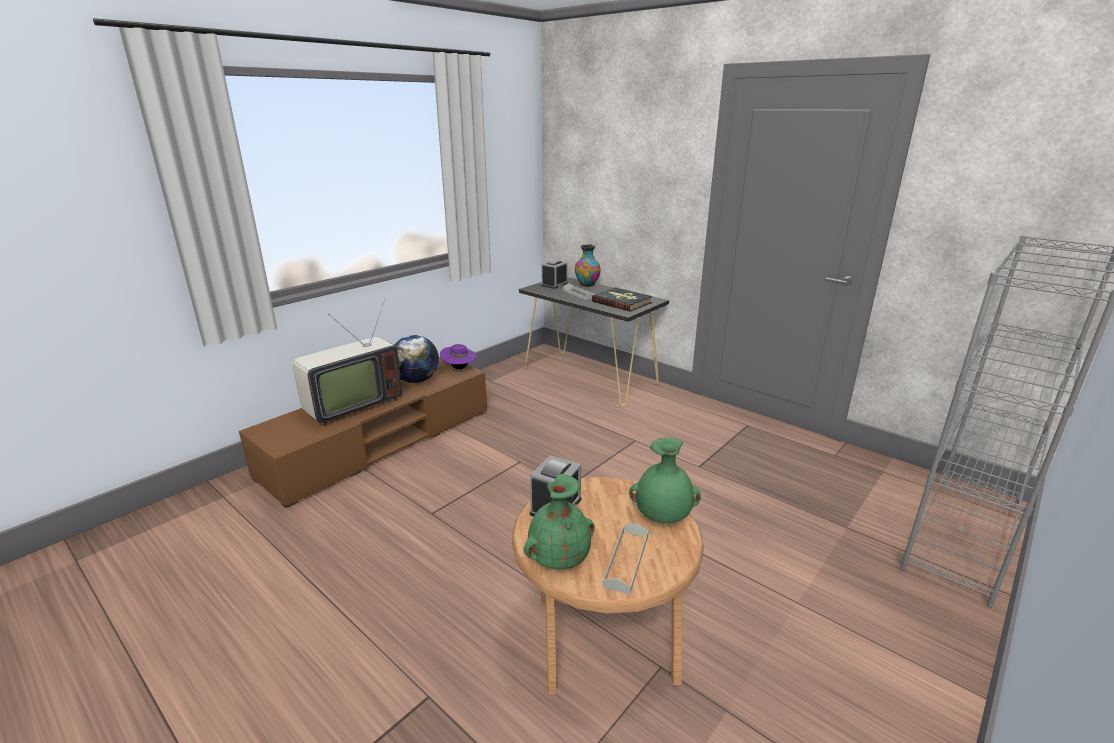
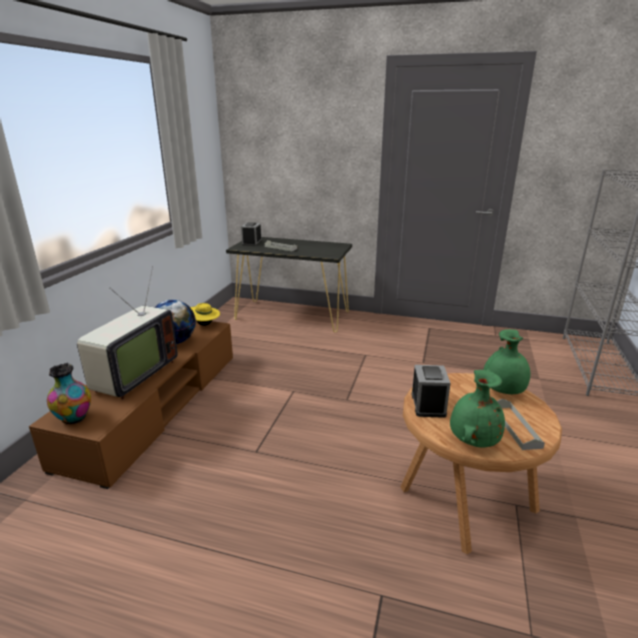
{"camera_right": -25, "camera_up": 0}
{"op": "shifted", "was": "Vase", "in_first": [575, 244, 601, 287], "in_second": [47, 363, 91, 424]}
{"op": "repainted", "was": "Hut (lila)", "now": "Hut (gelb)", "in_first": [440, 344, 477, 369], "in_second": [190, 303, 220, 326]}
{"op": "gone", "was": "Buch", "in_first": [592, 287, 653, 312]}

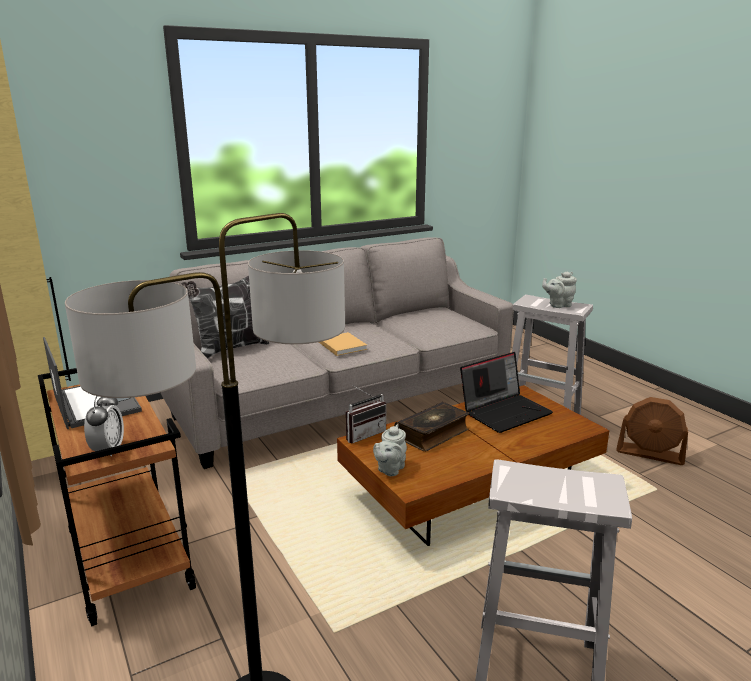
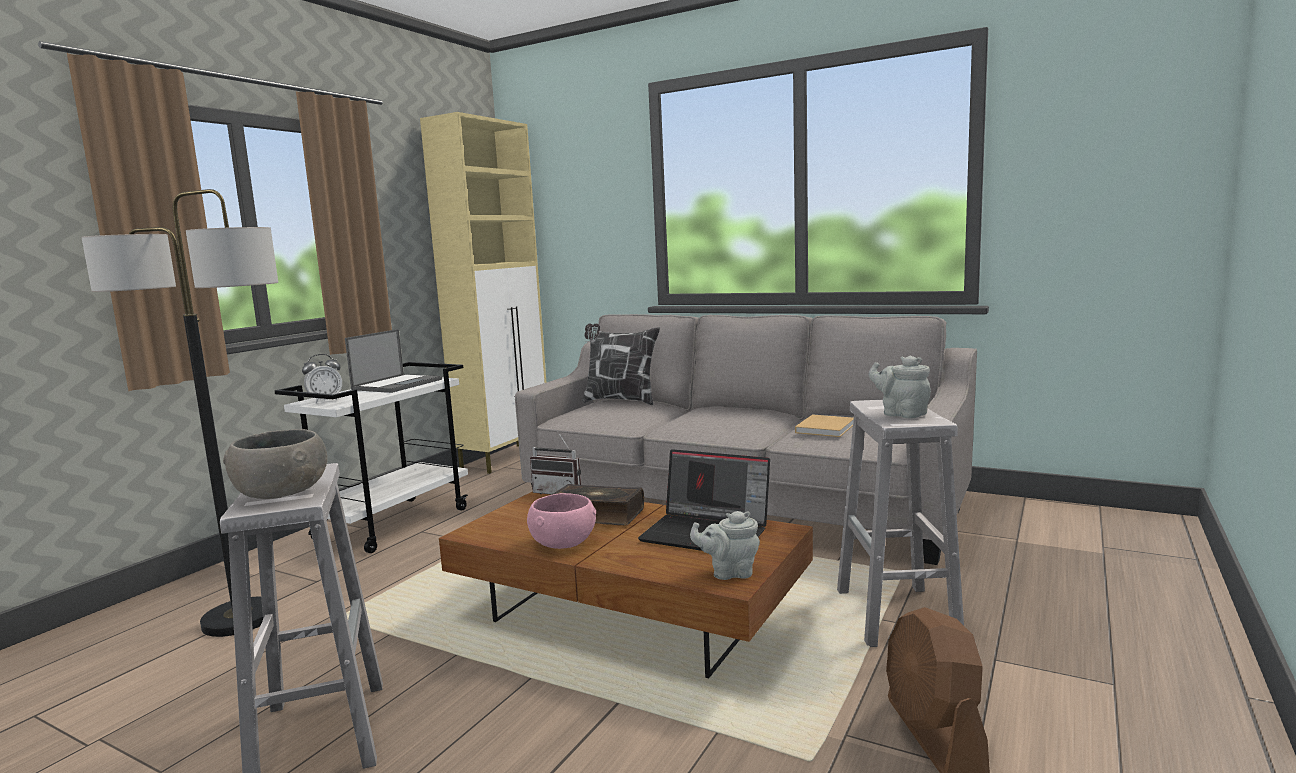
{"camera_right": 60, "camera_up": -10}
{"op": "new", "now": "Schüssel (grau)", "in_second": [223, 429, 327, 499]}
{"op": "repainted", "was": "Rollwagen (braun)", "now": "Rollwagen (weiß)", "in_first": [38, 368, 196, 627], "in_second": [275, 362, 468, 553]}
{"op": "new", "now": "Schüssel (rosa)", "in_second": [527, 493, 596, 549]}
{"op": "shifted", "was": "Teekanne (grau)", "in_first": [373, 424, 407, 476], "in_second": [690, 511, 760, 580]}
{"op": "shifted", "was": "Buch (beige)", "in_first": [319, 332, 367, 356], "in_second": [795, 414, 854, 437]}

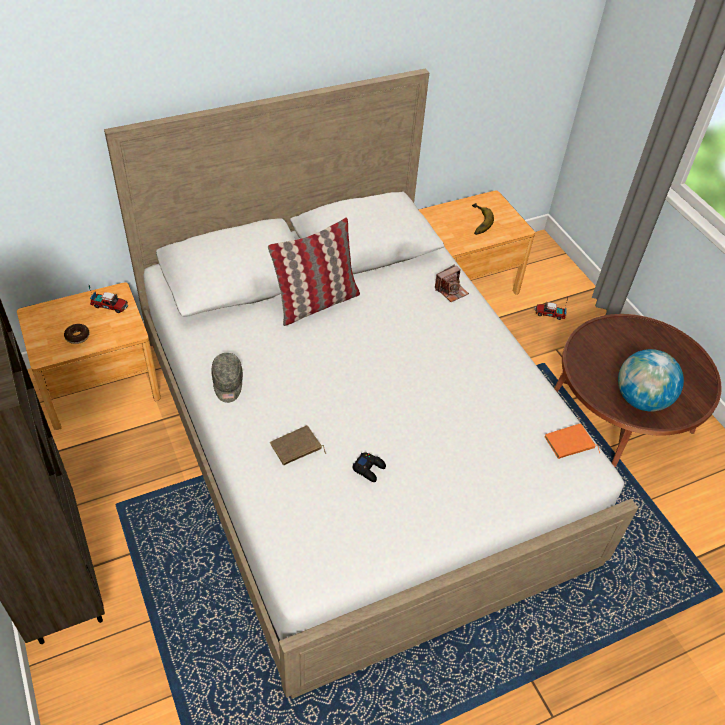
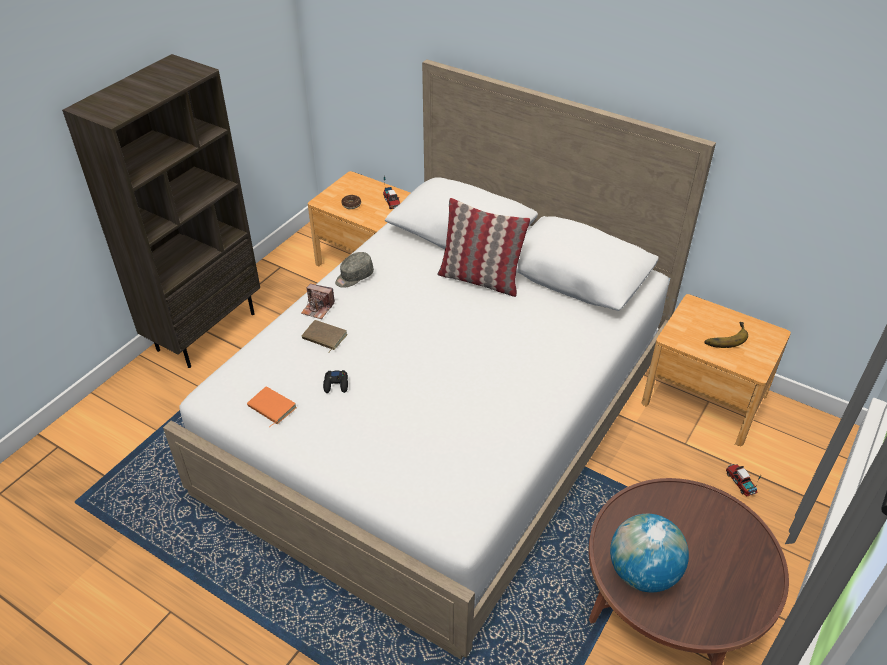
{"camera_right": 60, "camera_up": -5}
{"op": "shifted", "was": "Buch (orange)", "in_first": [544, 423, 600, 459], "in_second": [247, 387, 297, 428]}
{"op": "shifted", "was": "Kamera", "in_first": [435, 264, 469, 302], "in_second": [301, 284, 335, 319]}

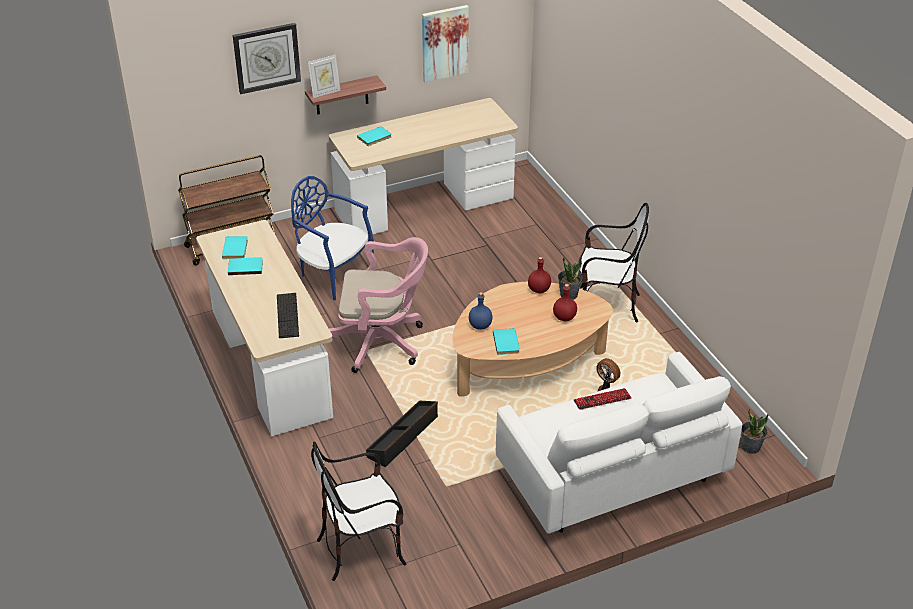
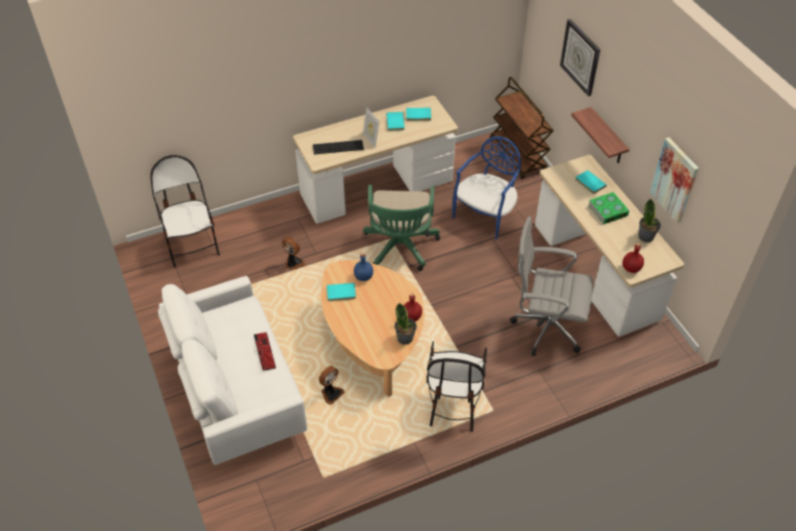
{"camera_right": 90, "camera_up": 10}
{"op": "swapped", "was": "Aufbewahrungsbox (schwarz)", "now": "Ventilator", "in_first": [366, 401, 438, 467], "in_second": [282, 237, 306, 270]}
{"op": "shifted", "was": "Bilderrahmen", "in_first": [308, 55, 340, 98], "in_second": [363, 108, 379, 148]}
{"op": "repainted", "was": "Bürostuhl (rosa)", "now": "Bürostuhl (grün)", "in_first": [329, 237, 428, 373], "in_second": [363, 185, 440, 271]}
{"op": "new", "now": "Bürostuhl (grau)", "in_second": [510, 216, 593, 356]}
{"op": "new", "now": "Buch", "in_second": [588, 192, 629, 224]}
{"op": "shifted", "was": "Flasche (rot)", "in_first": [553, 284, 577, 321], "in_second": [623, 243, 644, 273]}
{"op": "shifted", "was": "Topfpflanze", "in_first": [741, 409, 769, 454], "in_second": [639, 198, 661, 242]}

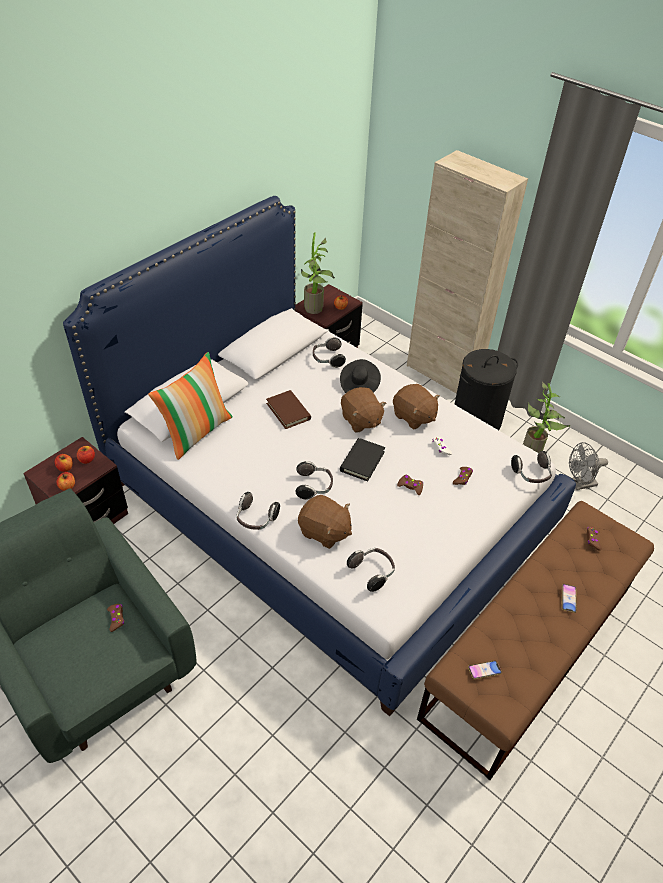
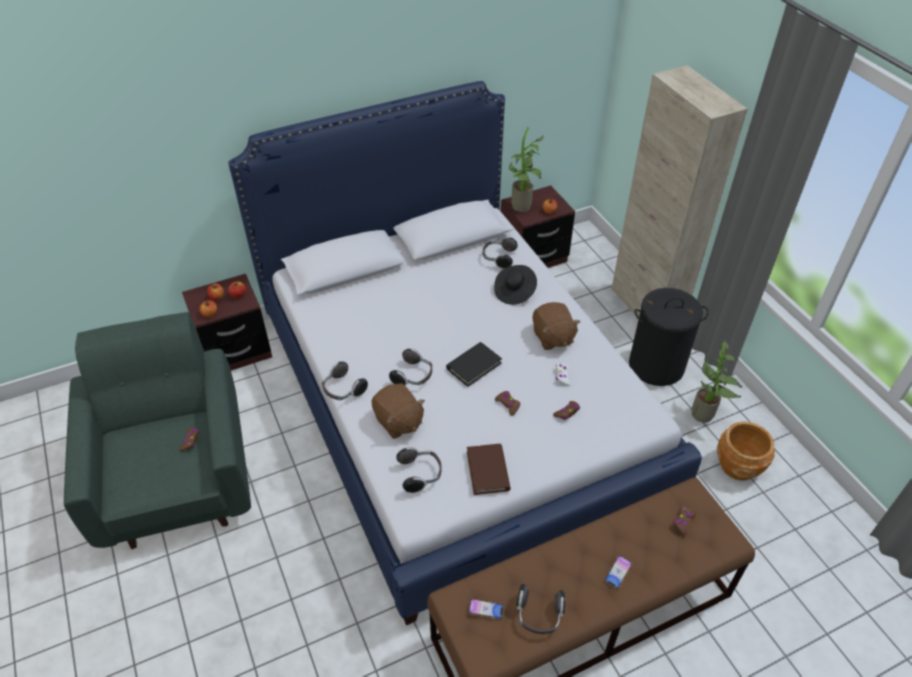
{"camera_right": 25, "camera_up": 0}
{"op": "shifted", "was": "Buch (braun)", "in_first": [266, 390, 311, 429], "in_second": [467, 444, 510, 495]}
{"op": "shifted", "was": "Kopfhörer", "in_first": [511, 451, 552, 483], "in_second": [517, 584, 565, 634]}
{"op": "swapped", "was": "Ventilator (grau)", "now": "Pflanzkübel (braun)", "in_first": [569, 442, 608, 490], "in_second": [717, 422, 775, 481]}
{"op": "gone", "was": "Kissen", "in_first": [148, 352, 233, 460]}
{"op": "gone", "was": "Plüschtier (braun)", "in_first": [341, 387, 386, 433]}

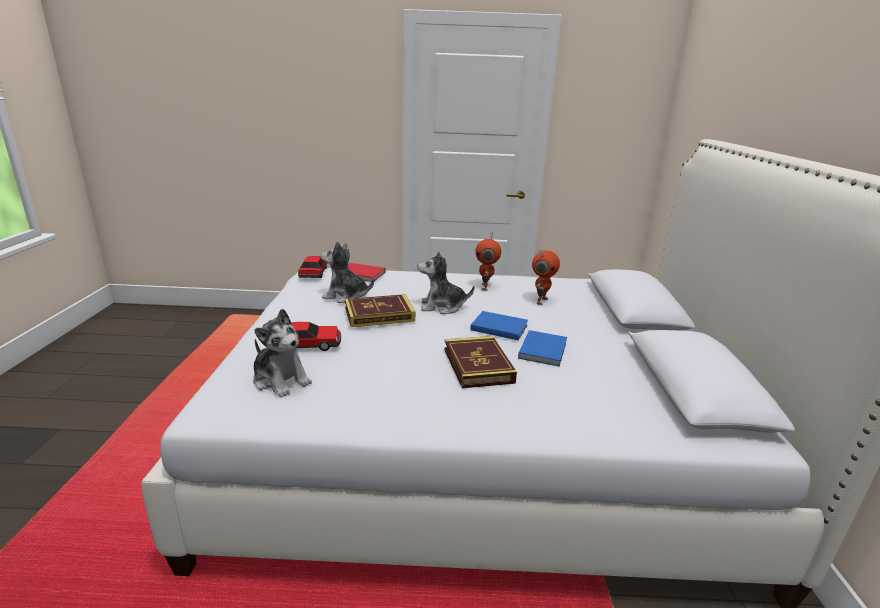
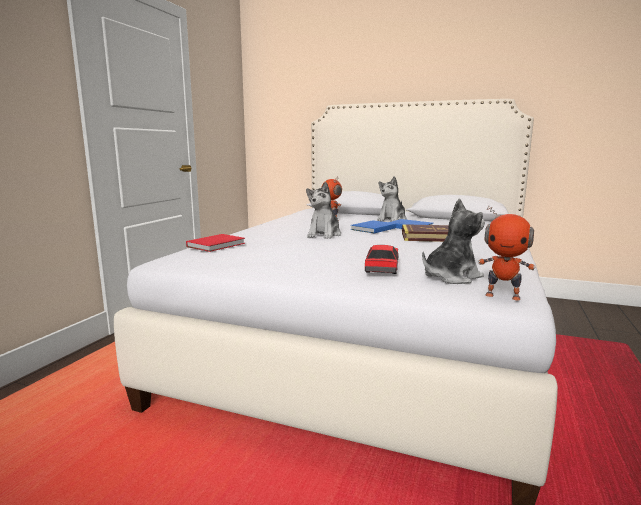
{"camera_right": -70, "camera_up": -10}
{"op": "shifted", "was": "Plüschtier", "in_first": [321, 241, 374, 303], "in_second": [377, 176, 406, 222]}
{"op": "shifted", "was": "Spielzeugroboter", "in_first": [475, 233, 501, 291], "in_second": [478, 206, 536, 301]}
{"op": "gone", "was": "Spielzeugauto", "in_first": [298, 256, 327, 278]}
{"op": "gone", "was": "Buch", "in_first": [345, 294, 415, 327]}

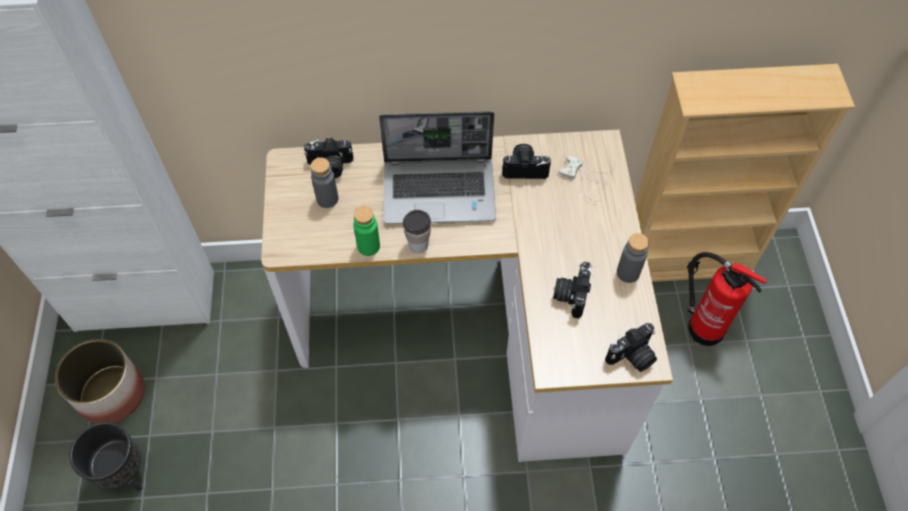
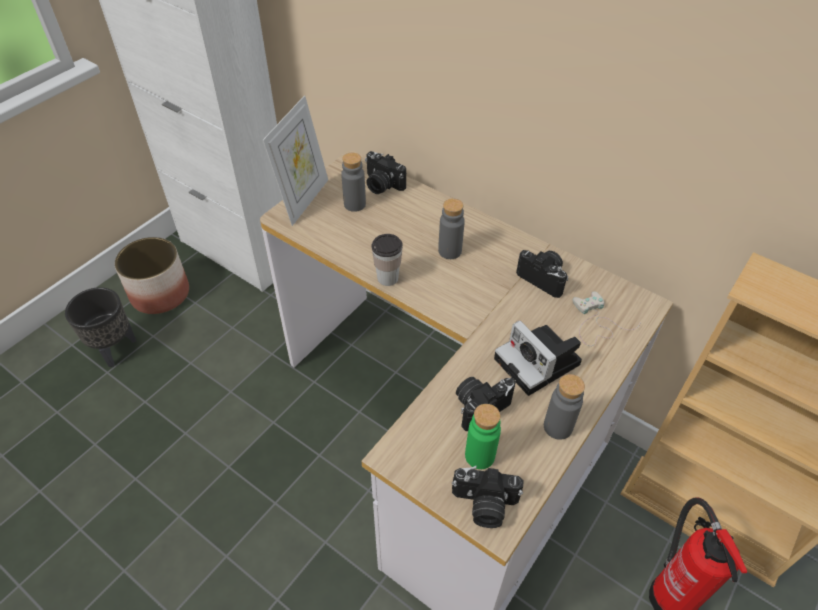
{"camera_right": 40, "camera_up": -10}
{"op": "new", "now": "Bilderrahmen", "in_second": [263, 95, 328, 226]}
{"op": "swapped", "was": "Laptop", "now": "Flasche (grau)", "in_first": [379, 111, 496, 224], "in_second": [438, 198, 465, 259]}
{"op": "shifted", "was": "Flasche (grün)", "in_first": [353, 206, 380, 256], "in_second": [465, 404, 501, 469]}
{"op": "new", "now": "Kamera", "in_second": [494, 320, 582, 396]}

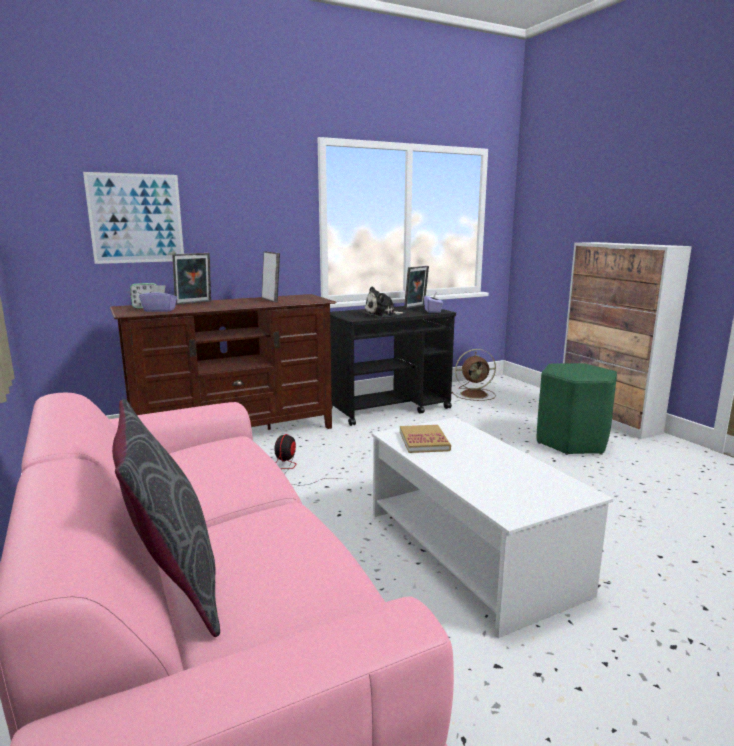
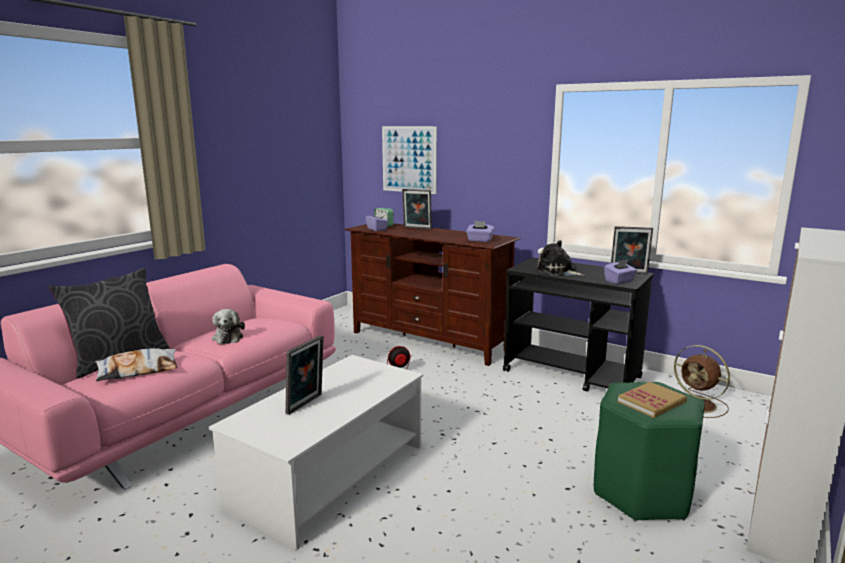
{"camera_right": 60, "camera_up": 0}
{"op": "new", "now": "Kissen", "in_second": [96, 348, 178, 381]}
{"op": "new", "now": "Plüschtier", "in_second": [212, 309, 245, 344]}
{"op": "shifted", "was": "Bilderrahmen", "in_first": [262, 251, 280, 302], "in_second": [285, 335, 324, 415]}
{"op": "new", "now": "Taschentuchbox (lila)", "in_second": [466, 221, 494, 242]}
{"op": "shifted", "was": "Buch", "in_first": [400, 425, 451, 453], "in_second": [618, 382, 687, 418]}

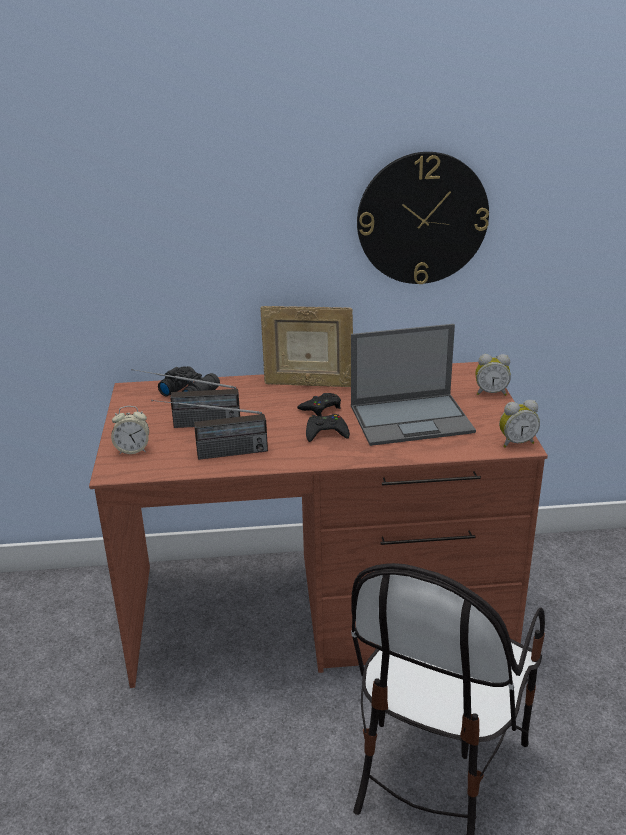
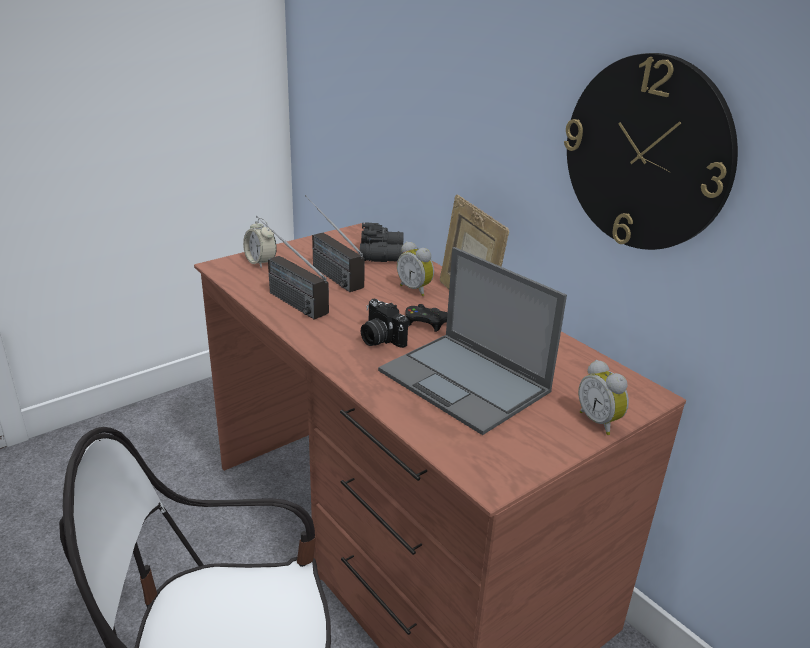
{"camera_right": 55, "camera_up": 0}
{"op": "swapped", "was": "Gamepad (schwarz)", "now": "Kamera", "in_first": [306, 414, 350, 442], "in_second": [361, 299, 408, 348]}
{"op": "shifted", "was": "Wecker", "in_first": [499, 400, 540, 447], "in_second": [397, 241, 434, 296]}

